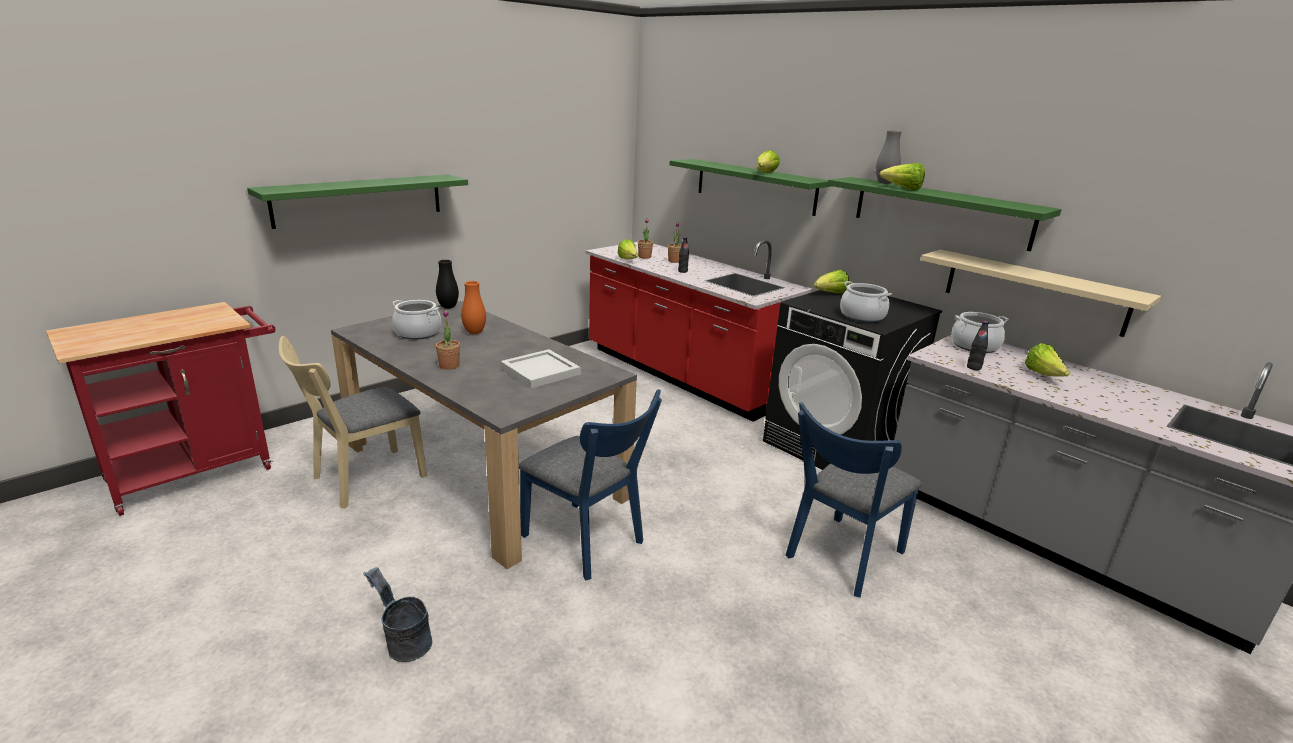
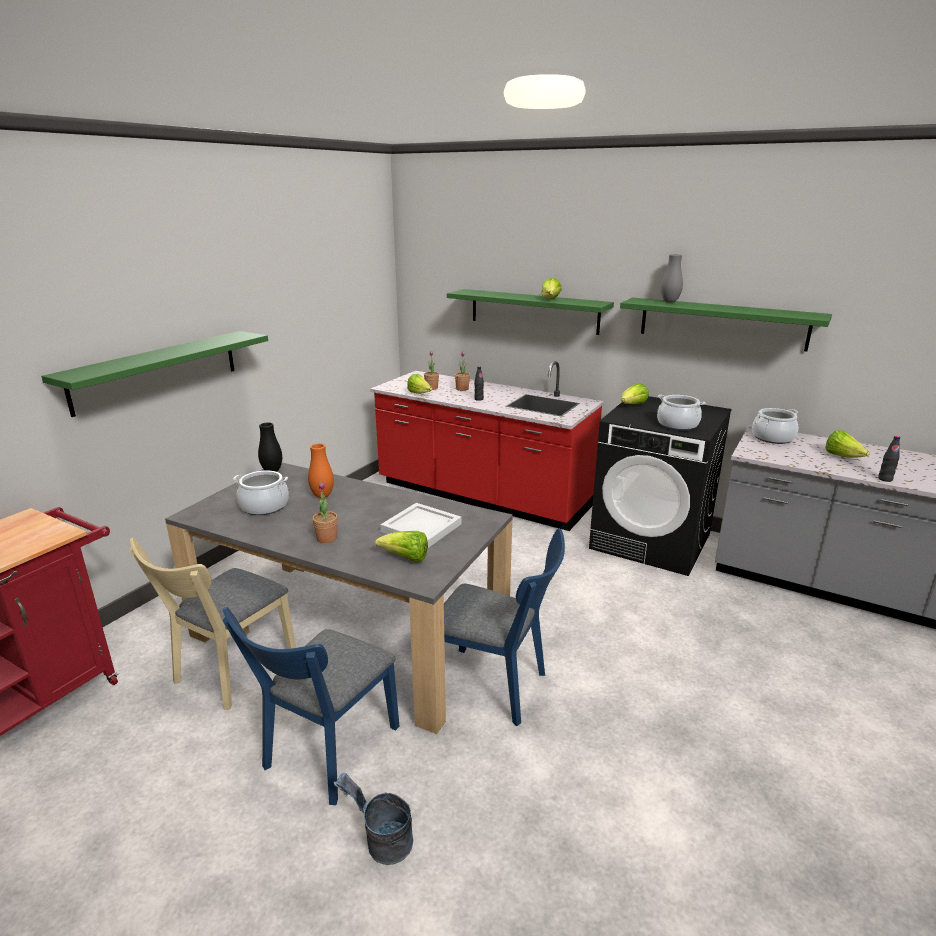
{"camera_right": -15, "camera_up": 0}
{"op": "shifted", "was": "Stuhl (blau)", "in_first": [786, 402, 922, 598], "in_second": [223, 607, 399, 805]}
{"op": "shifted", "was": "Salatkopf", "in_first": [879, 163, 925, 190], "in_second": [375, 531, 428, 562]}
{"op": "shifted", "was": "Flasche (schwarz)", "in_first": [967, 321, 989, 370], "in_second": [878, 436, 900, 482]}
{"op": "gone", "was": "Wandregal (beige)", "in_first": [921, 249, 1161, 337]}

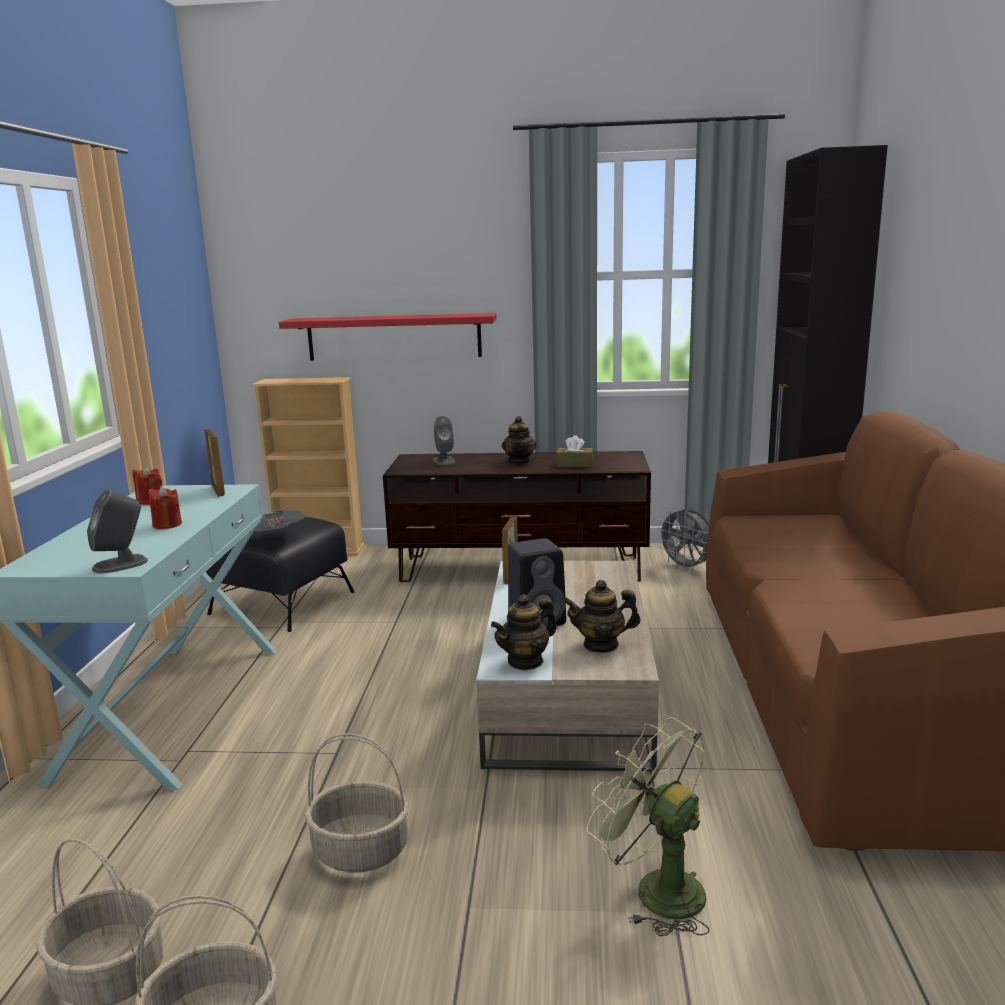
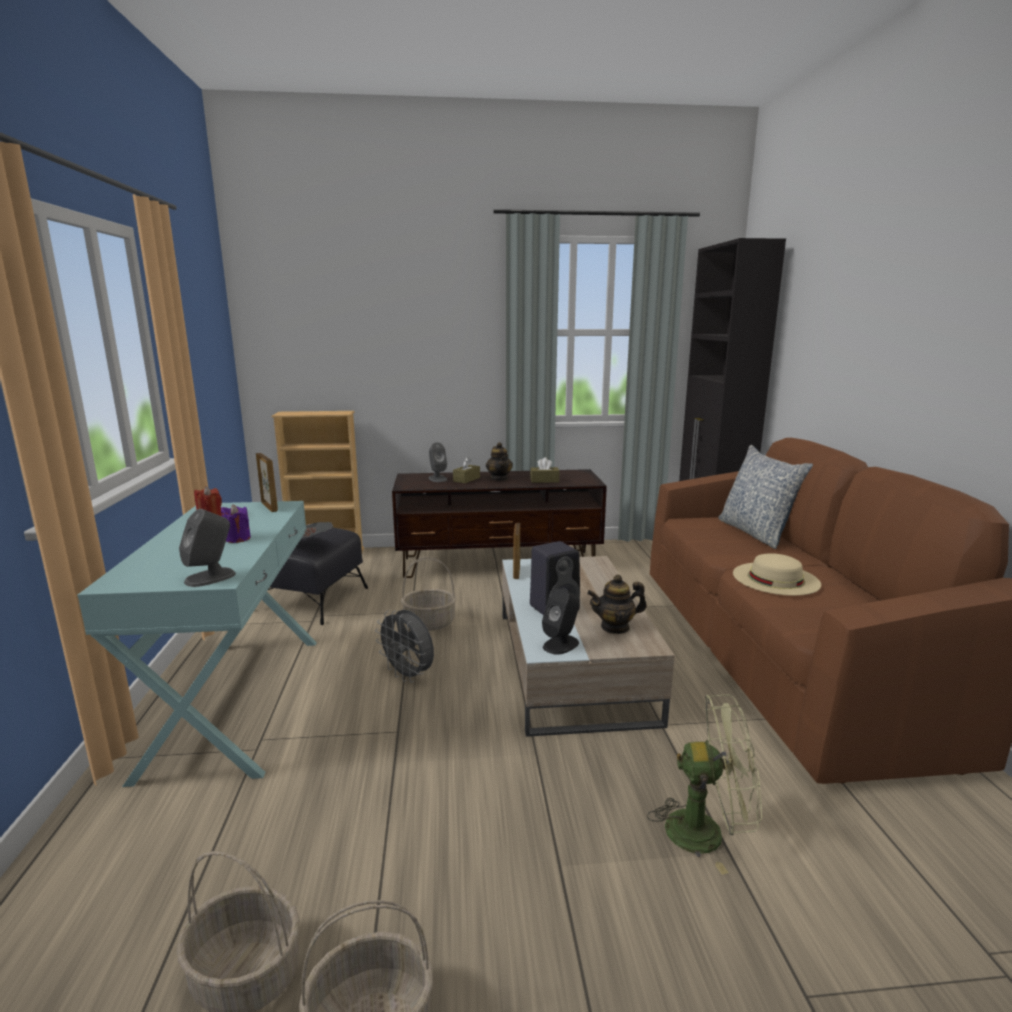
{"camera_right": -10, "camera_up": 0}
{"op": "repainted", "was": "Kerze (rot)", "now": "Kerze (lila)", "in_first": [148, 486, 182, 529], "in_second": [221, 504, 251, 543]}
{"op": "shifted", "was": "Ventilator (grau)", "in_first": [657, 508, 709, 571], "in_second": [375, 610, 434, 682]}
{"op": "shifted", "was": "Korb", "in_first": [304, 733, 409, 873], "in_second": [401, 557, 457, 631]}
{"op": "new", "now": "Taschentuchbox (braun)", "in_second": [453, 457, 480, 483]}
{"op": "swapped", "was": "Teekanne", "now": "Lautsprecher (schwarz)", "in_first": [491, 594, 557, 670], "in_second": [542, 589, 580, 655]}
{"op": "rotated", "was": "Ventilator (grün)", "in_first": [587, 717, 709, 936], "in_second": [647, 694, 762, 875], "clockwise": 150}
{"op": "new", "now": "Kissen", "in_second": [718, 445, 813, 549]}
{"op": "new", "now": "Hut (beige)", "in_second": [733, 553, 821, 596]}
{"op": "gone", "was": "Wandregal (rot)", "in_first": [279, 313, 496, 361]}

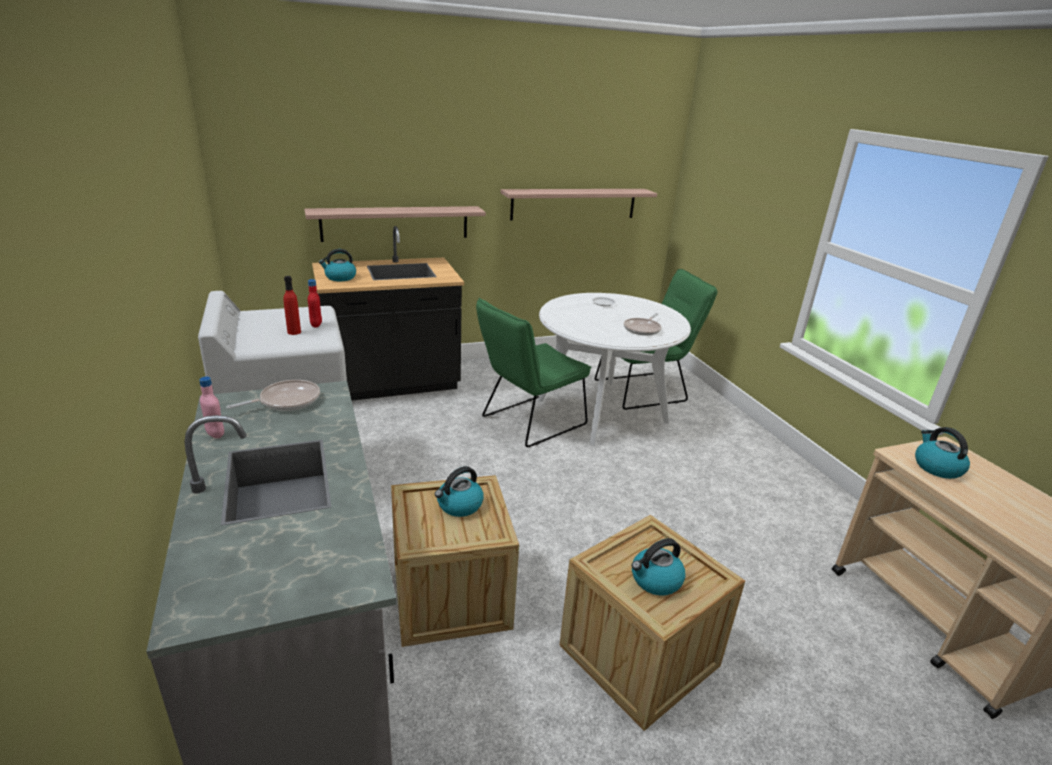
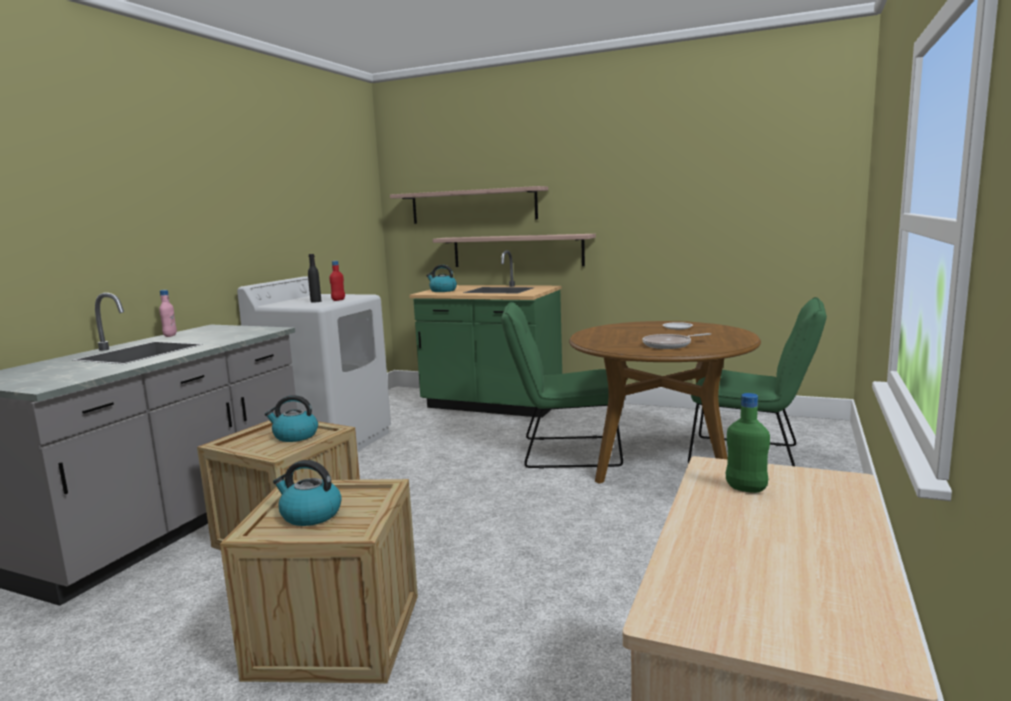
{"camera_right": 45, "camera_up": -15}
{"op": "repainted", "was": "Flasche (rot)", "now": "Flasche (schwarz)", "in_first": [284, 276, 301, 335], "in_second": [308, 254, 321, 303]}
{"op": "shifted", "was": "Wandregal", "in_first": [500, 189, 657, 220], "in_second": [390, 186, 548, 224]}
{"op": "repainted", "was": "Küchenzeile (schwarz)", "now": "Küchenzeile (grün)", "in_first": [312, 226, 464, 400], "in_second": [409, 250, 562, 418]}
{"op": "repainted", "was": "Esstisch (weiß)", "now": "Esstisch (braun)", "in_first": [538, 293, 691, 445], "in_second": [569, 321, 761, 483]}
{"op": "swapped", "was": "Wasserkessel", "now": "Flasche (grün)", "in_first": [915, 427, 970, 479], "in_second": [726, 393, 770, 493]}
{"op": "gone", "was": "Pfanne", "in_first": [227, 380, 320, 411]}

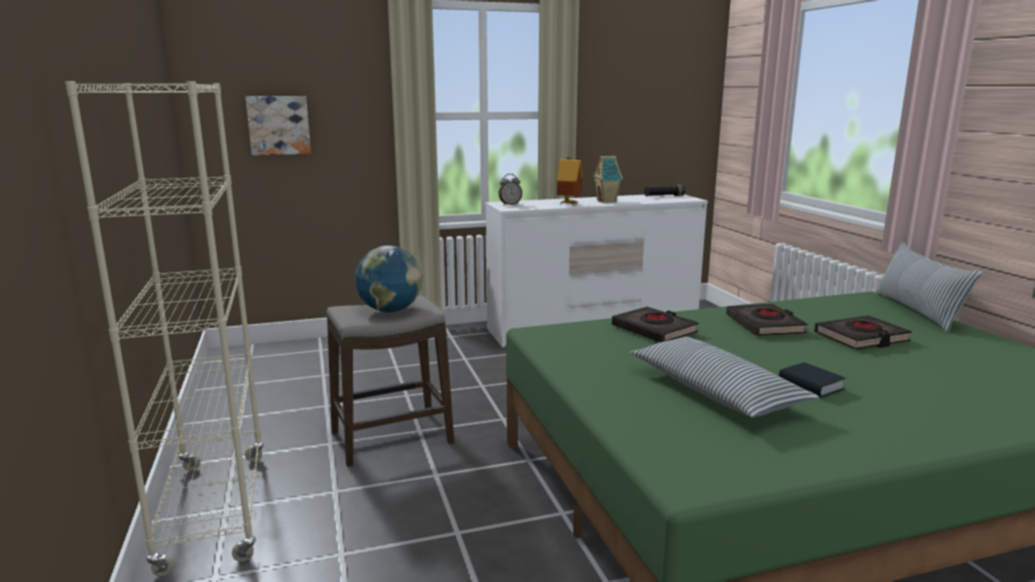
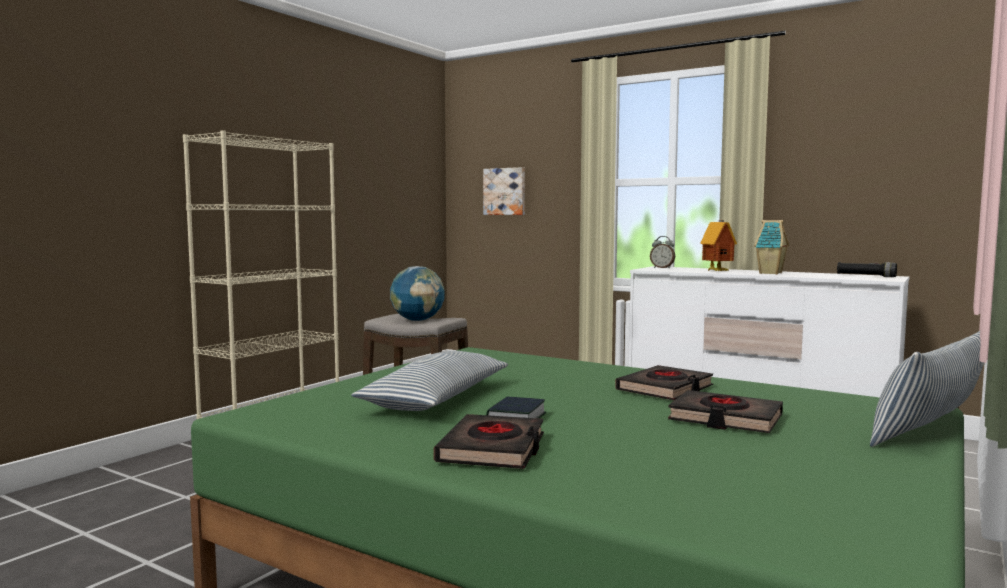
{"camera_right": 50, "camera_up": -10}
{"op": "shifted", "was": "Buch (schwarz)", "in_first": [612, 307, 699, 342], "in_second": [434, 414, 544, 469]}

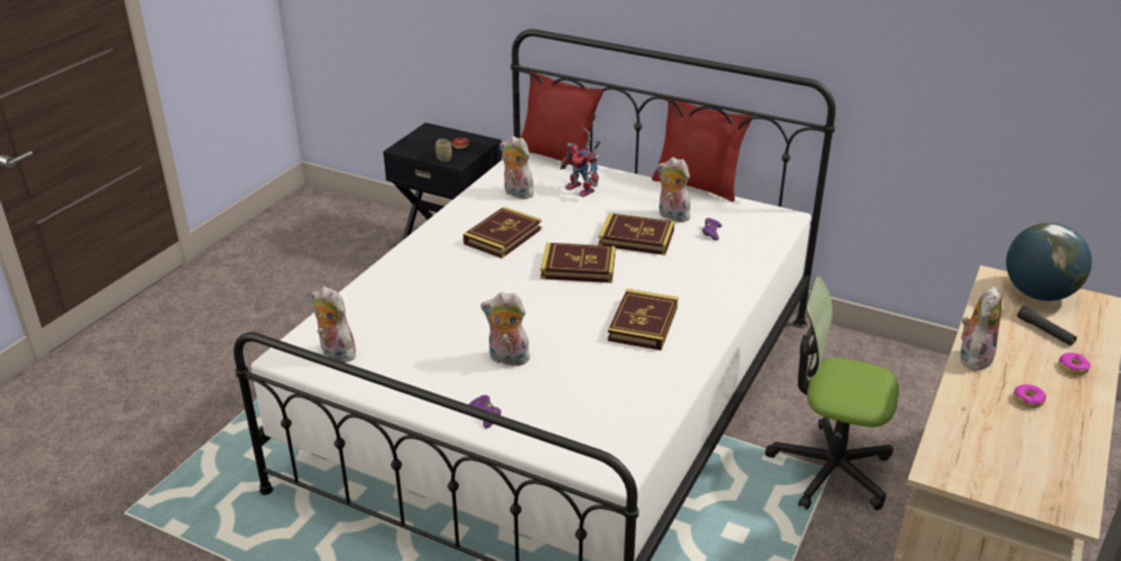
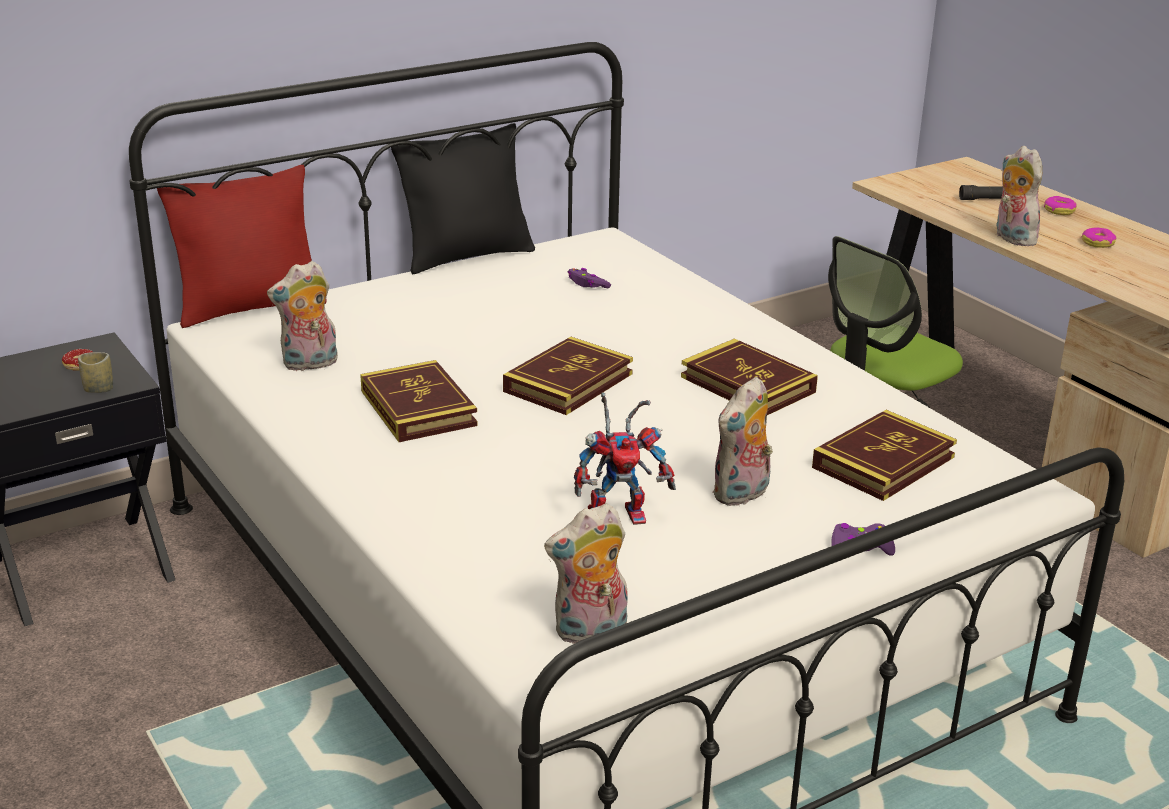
{"camera_right": -60, "camera_up": -5}
{"op": "repainted", "was": "Kissen (rot)", "now": "Kissen (schwarz)", "in_first": [652, 99, 753, 202], "in_second": [391, 123, 535, 275]}
{"op": "shifted", "was": "Spielzeugroboter", "in_first": [560, 128, 600, 197], "in_second": [574, 392, 676, 525]}
{"op": "shifted", "was": "Buch", "in_first": [598, 213, 675, 255], "in_second": [812, 410, 957, 501]}
{"op": "gone", "was": "Plüschtier", "in_first": [657, 157, 690, 222]}
{"op": "gone", "was": "Globus", "in_first": [1006, 223, 1092, 301]}

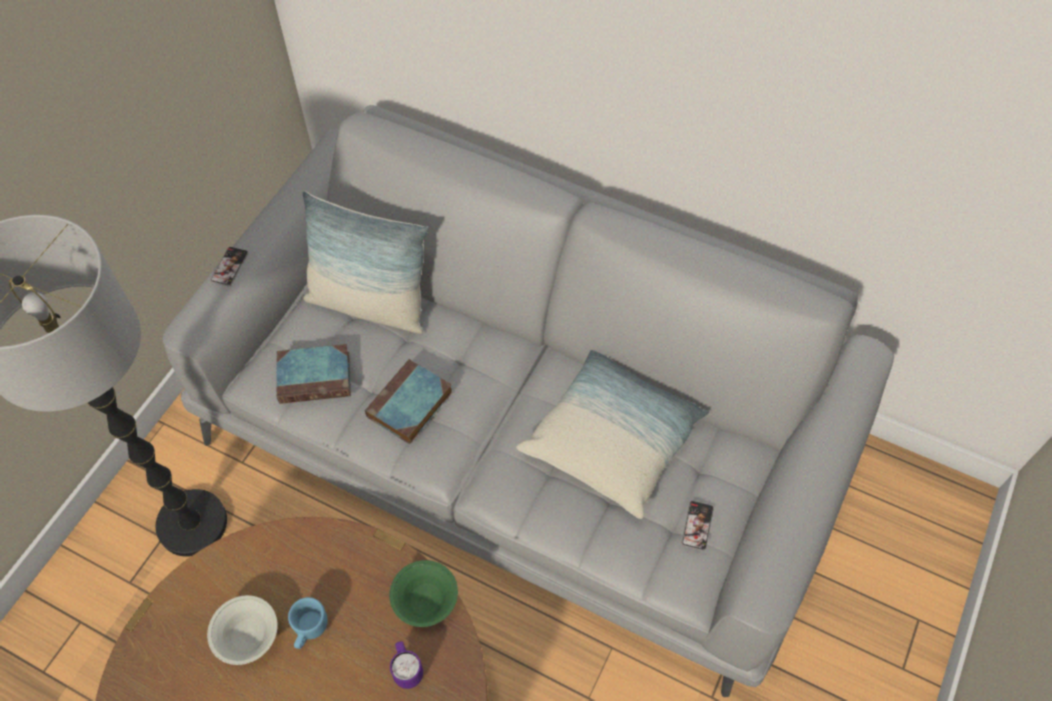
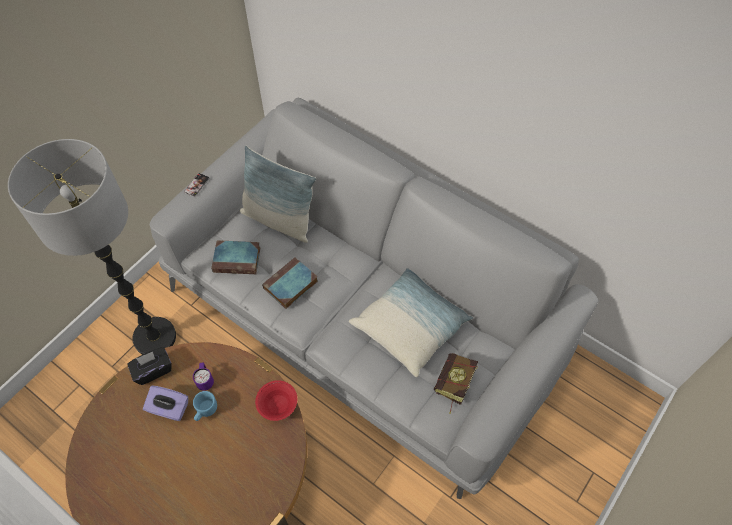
{"camera_right": 10, "camera_up": 0}
{"op": "new", "now": "Taschentuchbox (schwarz)", "in_second": [127, 347, 171, 385]}
{"op": "swapped", "was": "Schüssel (weiß)", "now": "Taschentuchbox (lila)", "in_first": [207, 595, 278, 665], "in_second": [143, 386, 188, 421]}
{"op": "shifted", "was": "Henkelbecher (lila)", "in_first": [390, 641, 423, 689], "in_second": [193, 363, 214, 391]}
{"op": "repainted", "was": "Schüssel (grün)", "now": "Schüssel (rot)", "in_first": [389, 560, 458, 627], "in_second": [255, 380, 297, 421]}
{"op": "swapped", "was": "Handy", "now": "Buch", "in_first": [682, 501, 714, 551], "in_second": [434, 353, 478, 414]}

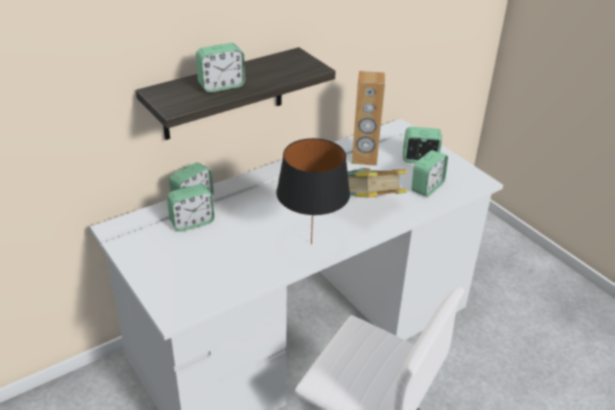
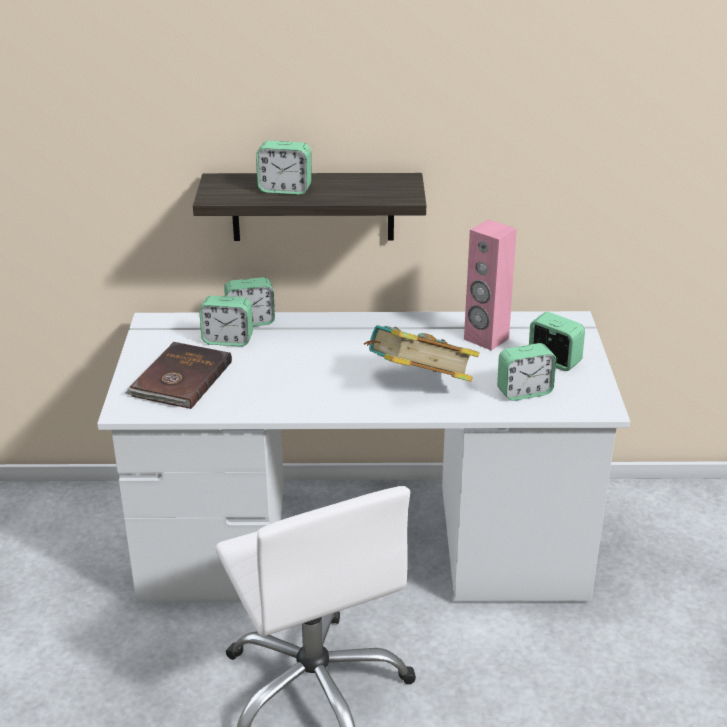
{"camera_right": 35, "camera_up": -5}
{"op": "new", "now": "Buch (braun)", "in_second": [125, 342, 232, 409]}
{"op": "repainted", "was": "Lautsprecher (braun)", "now": "Lautsprecher (rosa)", "in_first": [352, 71, 385, 166], "in_second": [464, 219, 517, 351]}
{"op": "gone", "was": "Tischlampe (schwarz)", "in_first": [276, 138, 350, 244]}

